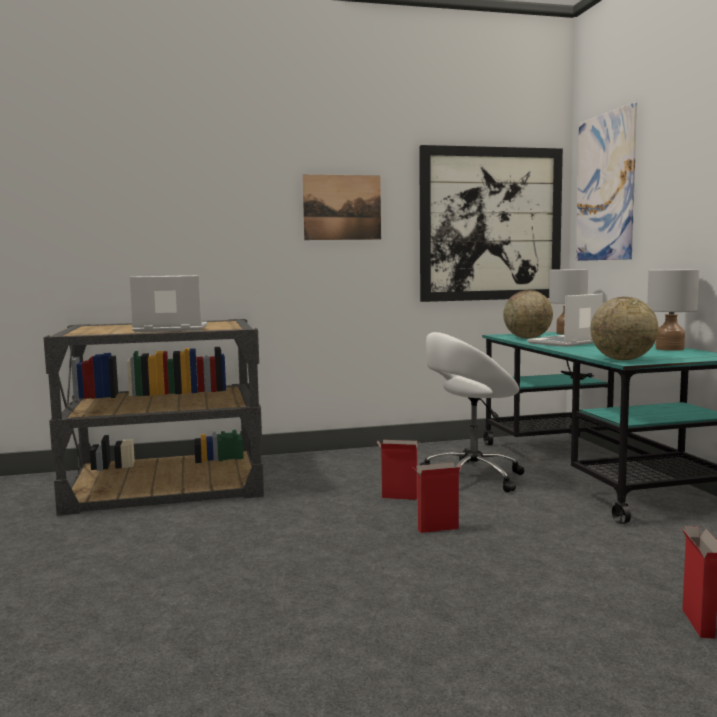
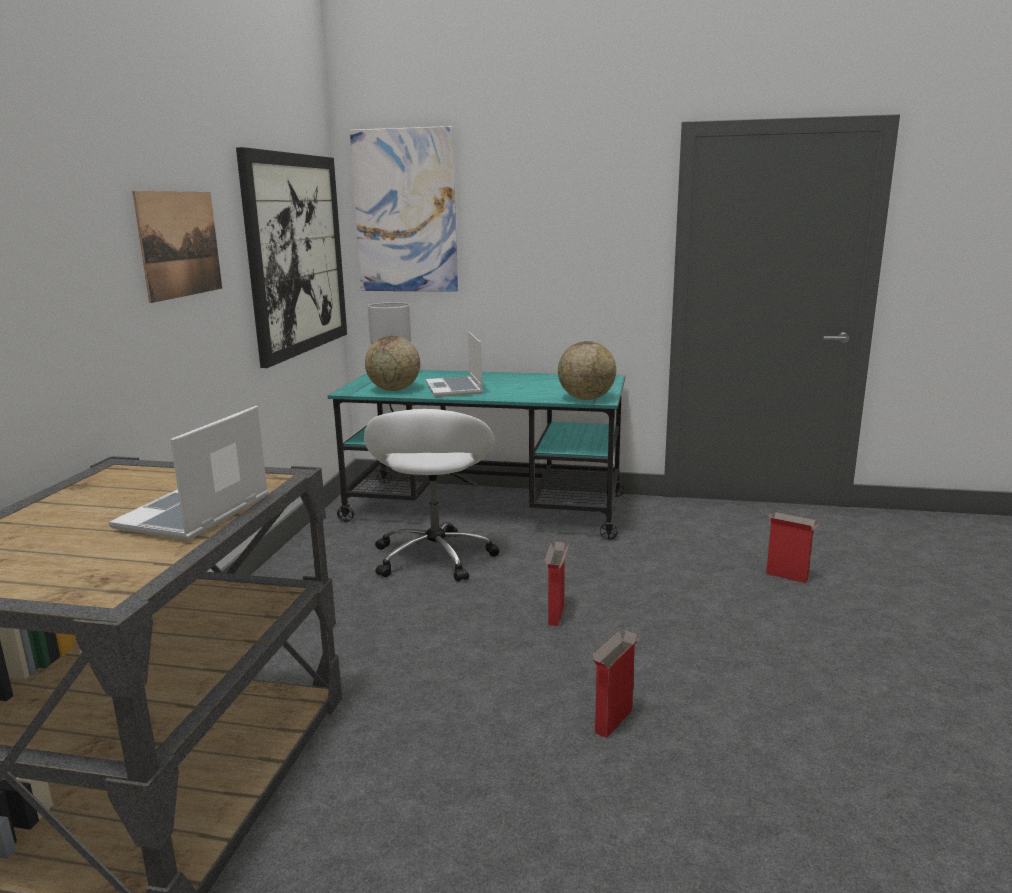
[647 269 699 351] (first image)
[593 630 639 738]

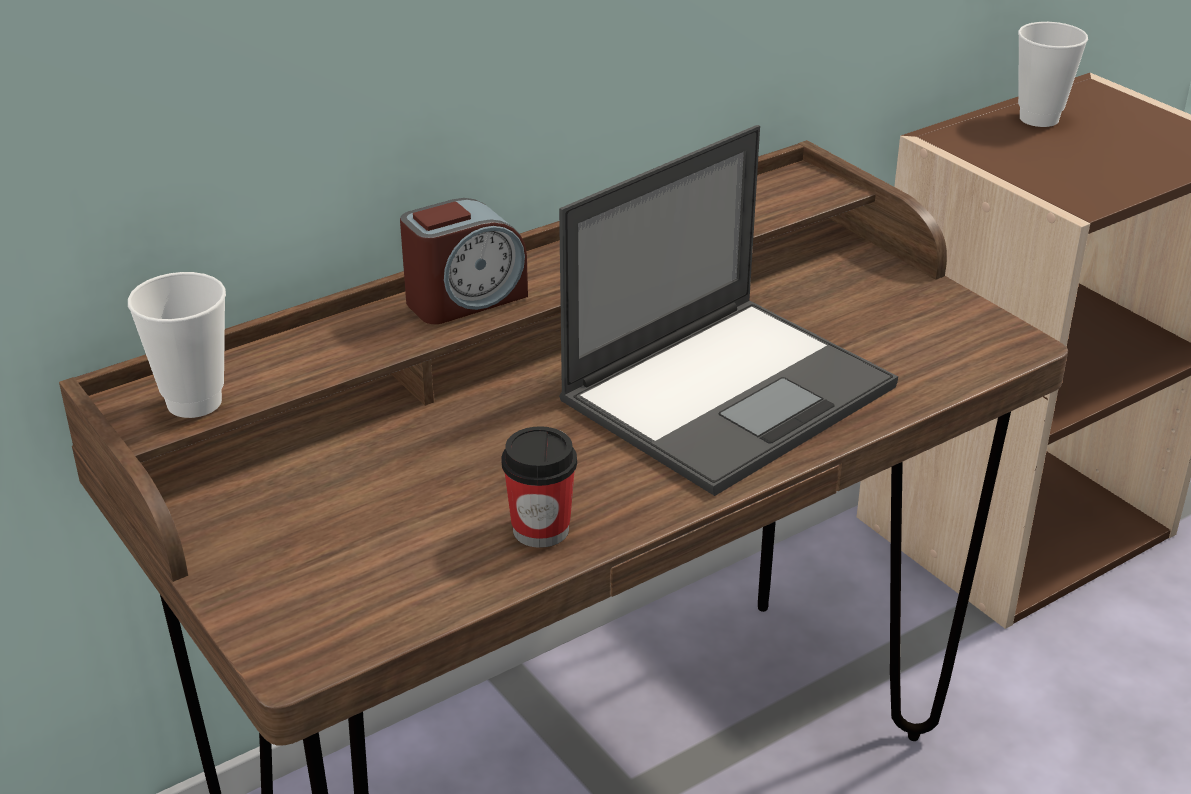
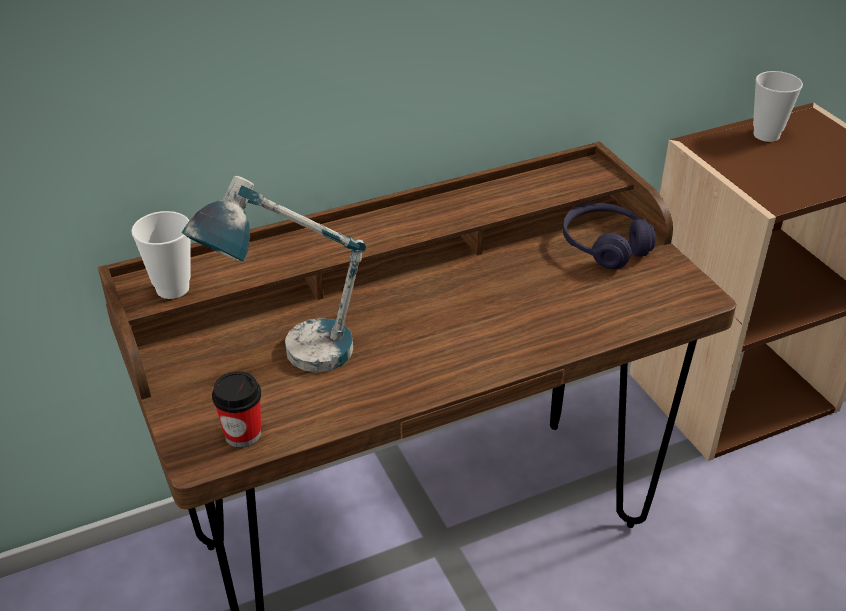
[400 198 528 324] (first image)
[559 125 898 496] (first image)
[182 176 366 373]
[563 203 656 270]
[212 371 261 447]

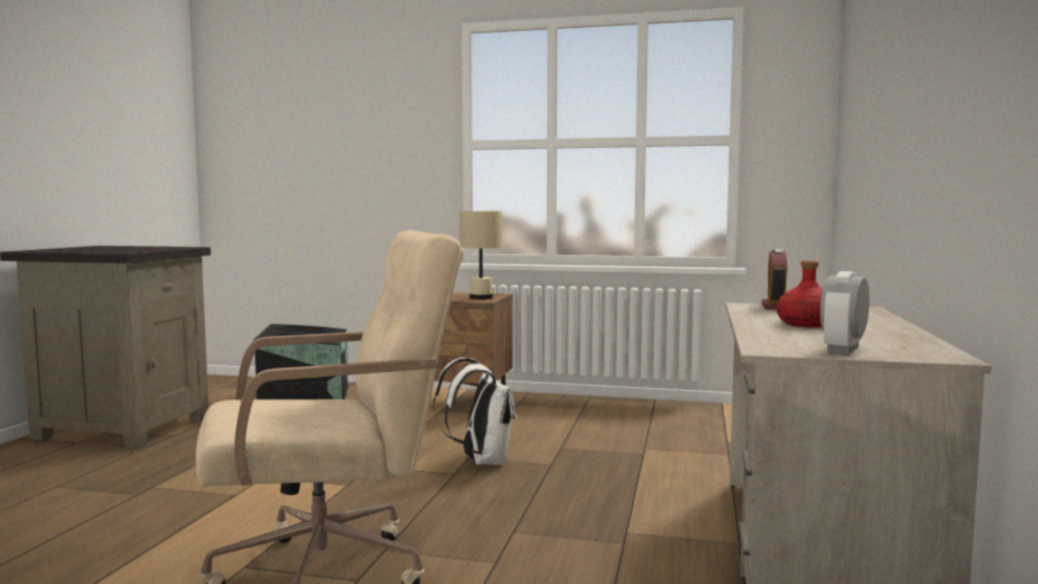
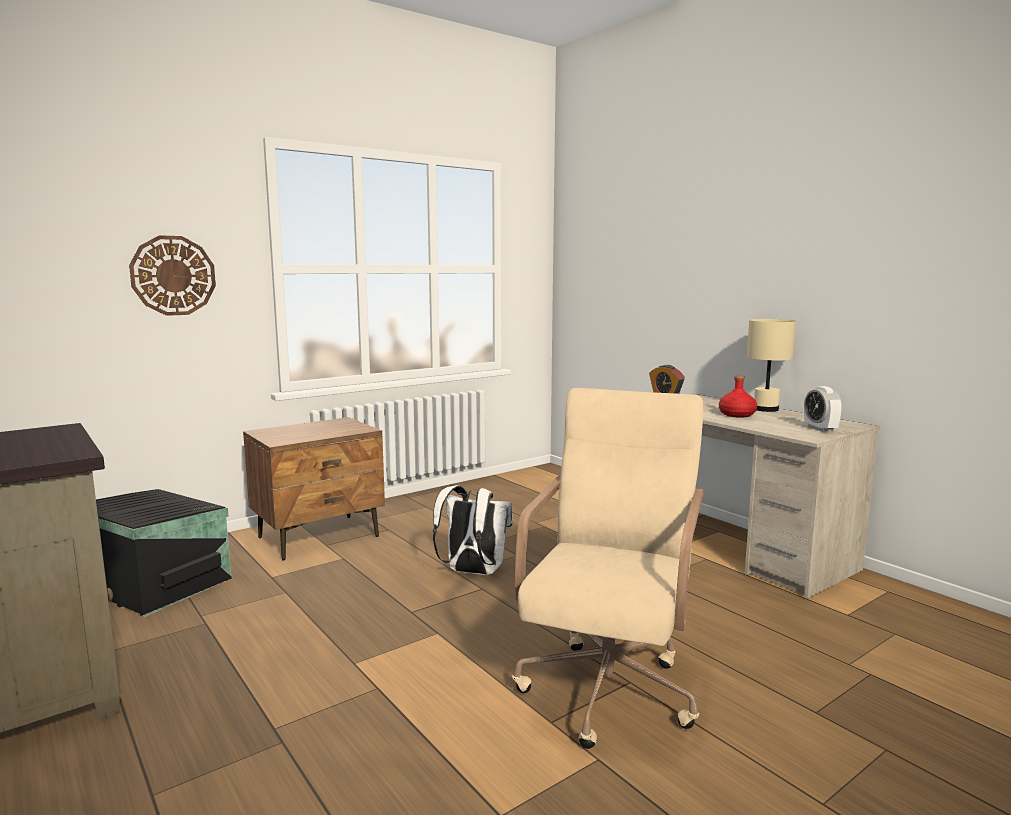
[129 235 216 316]
[747 319 796 412]

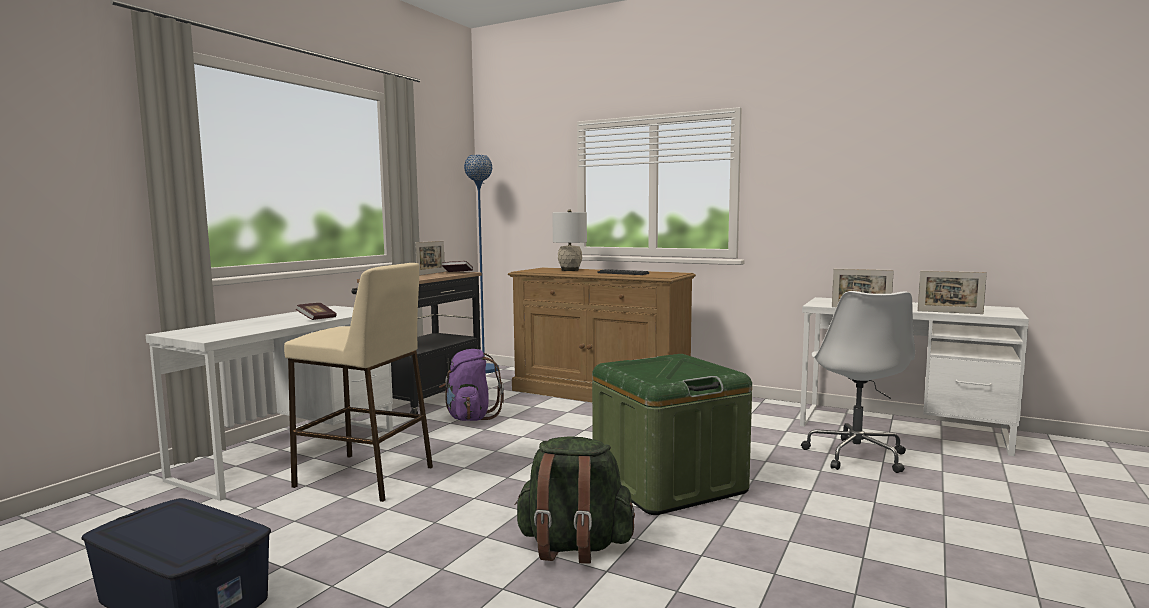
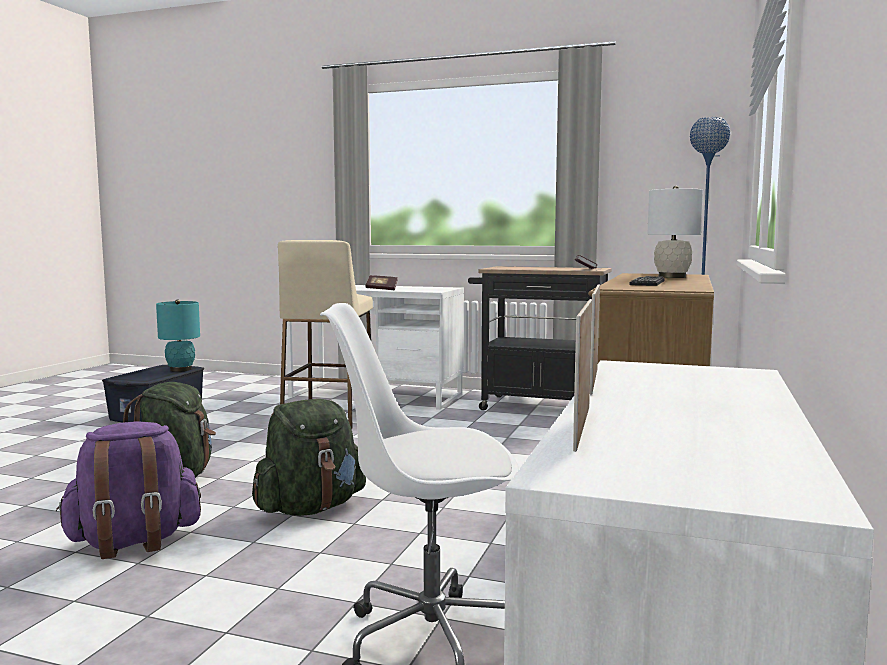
[415 241 445 275] (first image)
[156 300 200 372]
[56 421 201 559]
[252 399 366 516]

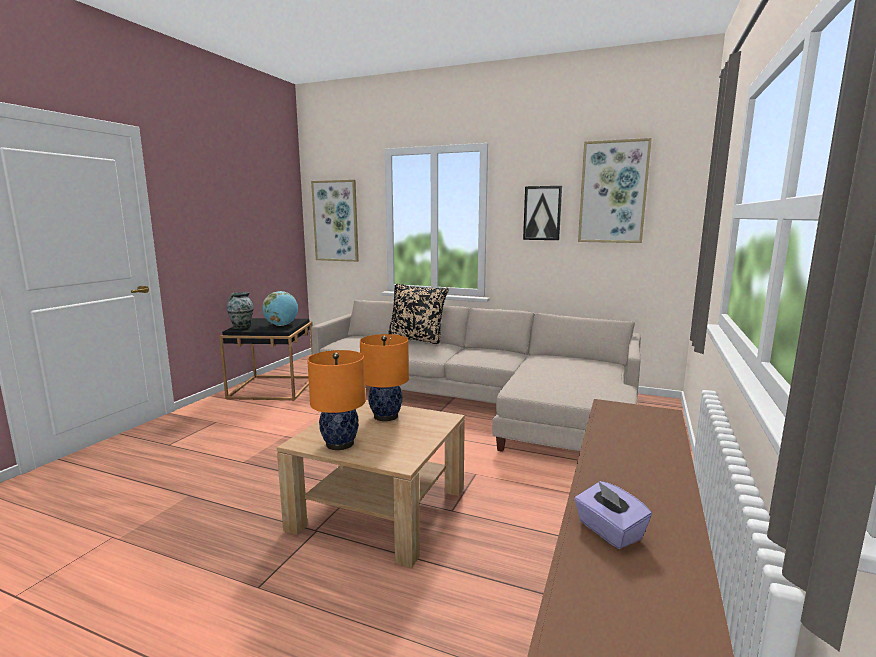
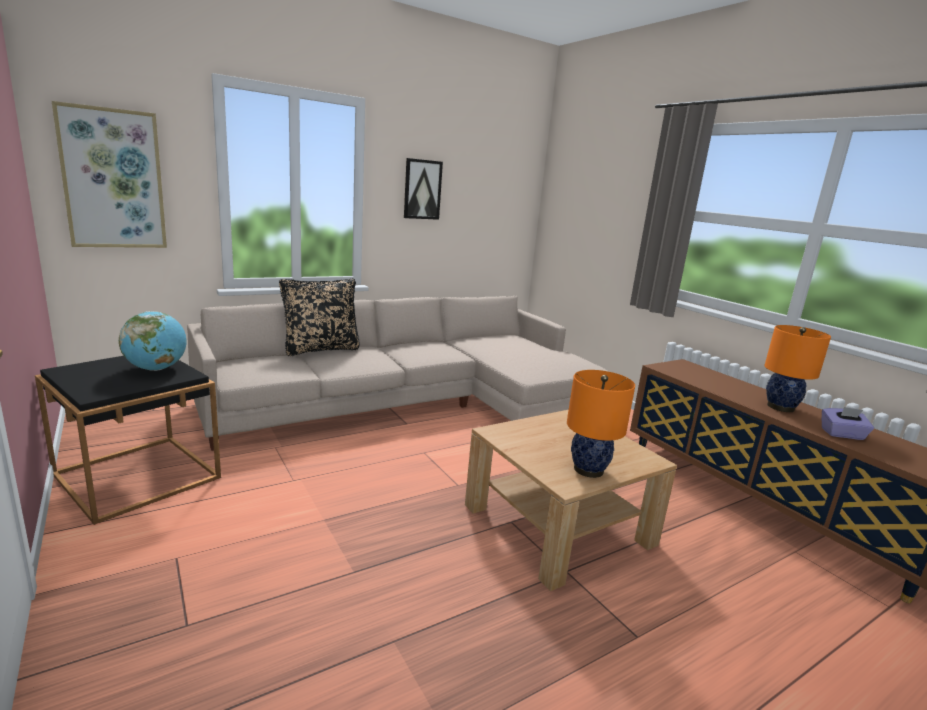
[227 292 254 329] (first image)
[578 138 652 243] (first image)
[765 325 831 412]

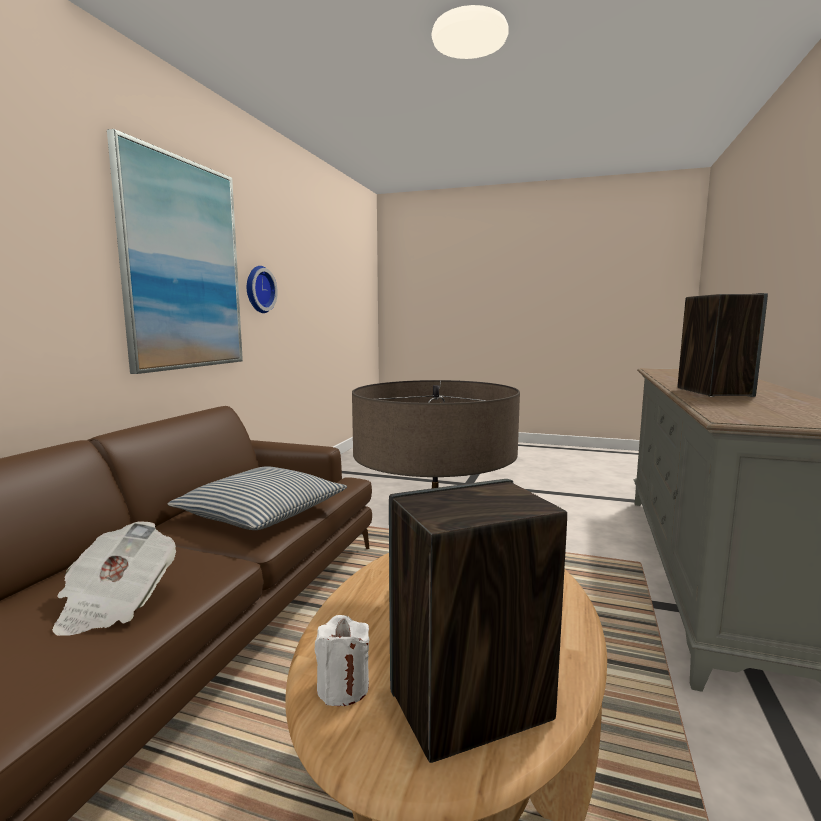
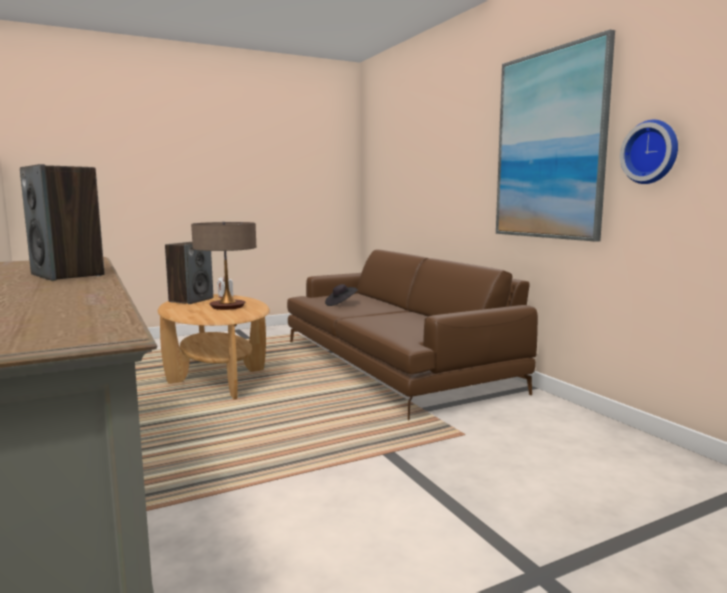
[168 466 347 530] (first image)
[325 284 358 306]

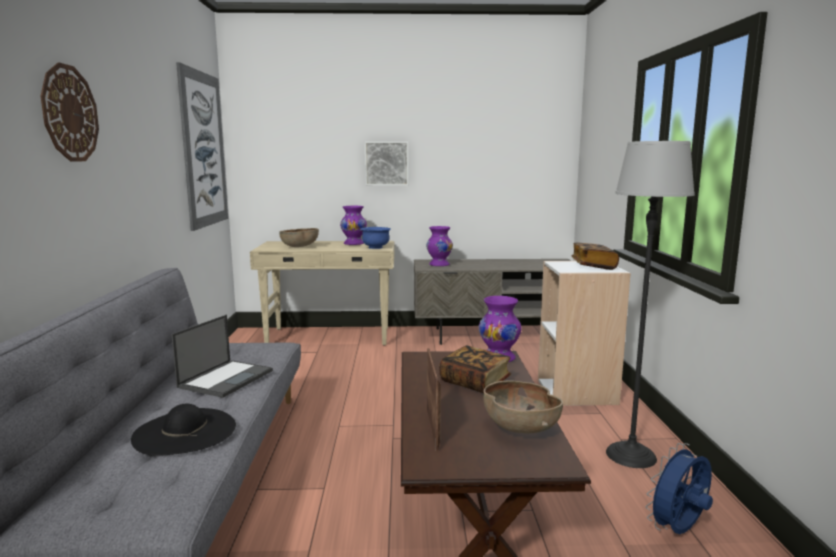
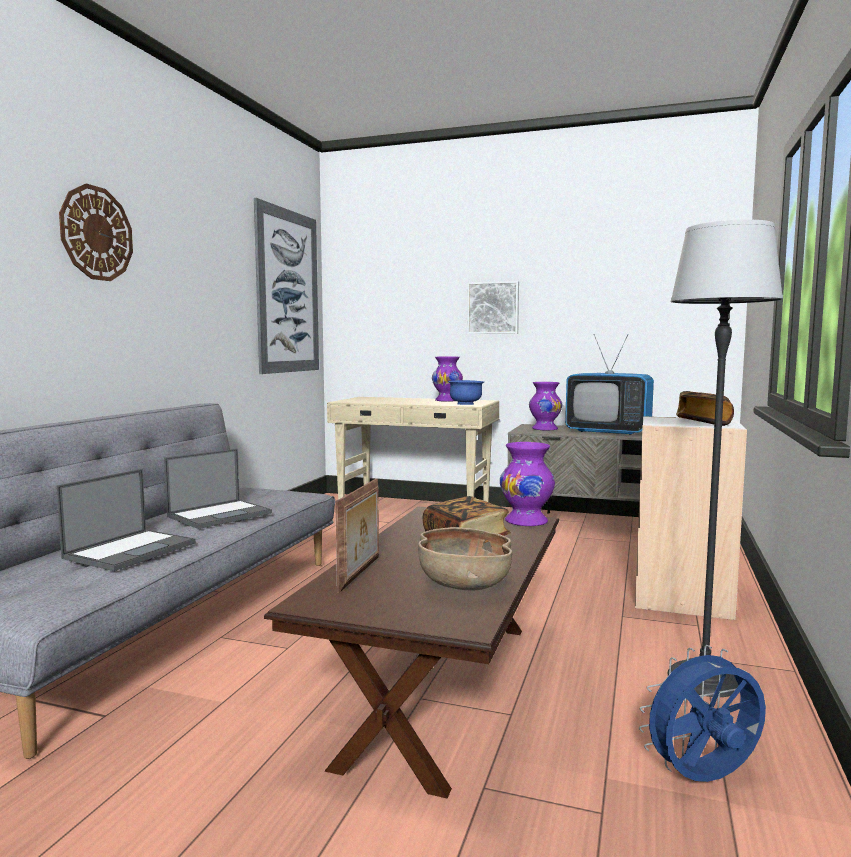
[279 228 319 247] (first image)
[565 334 654 435]
[56 469 196 571]

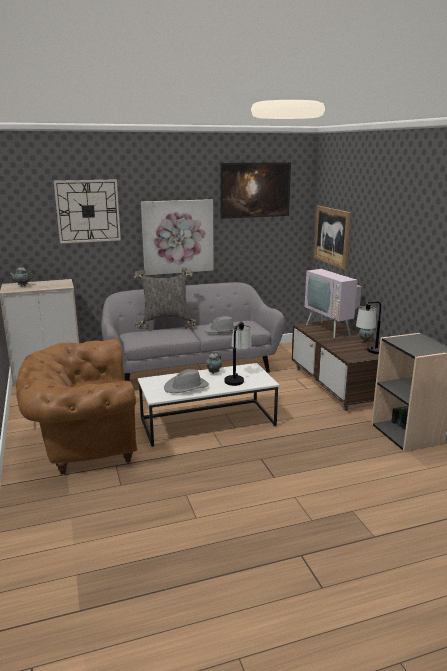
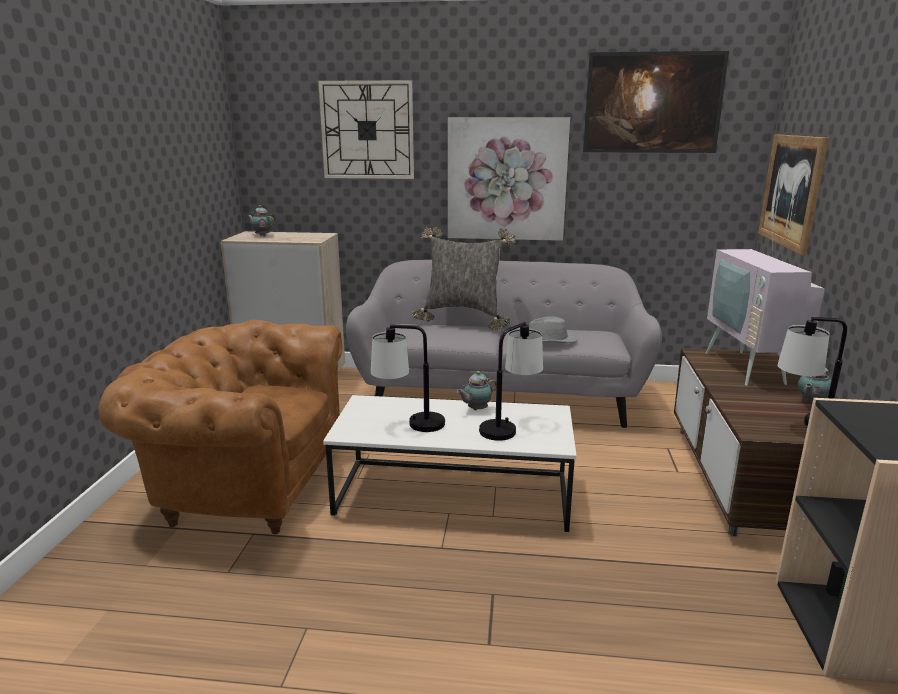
[371 325 445 432]

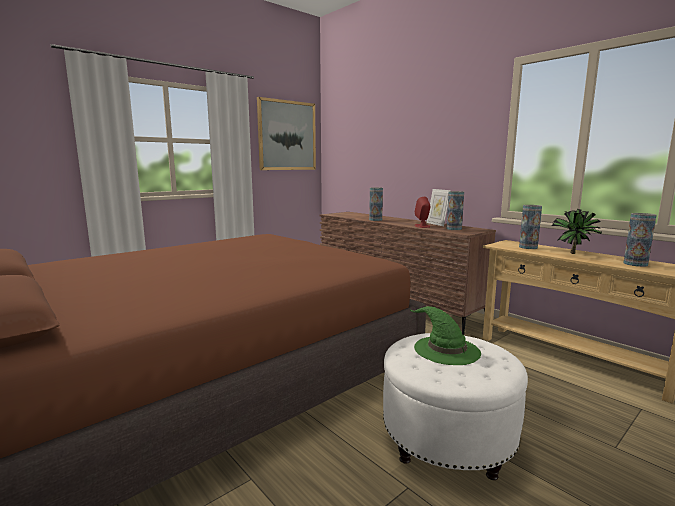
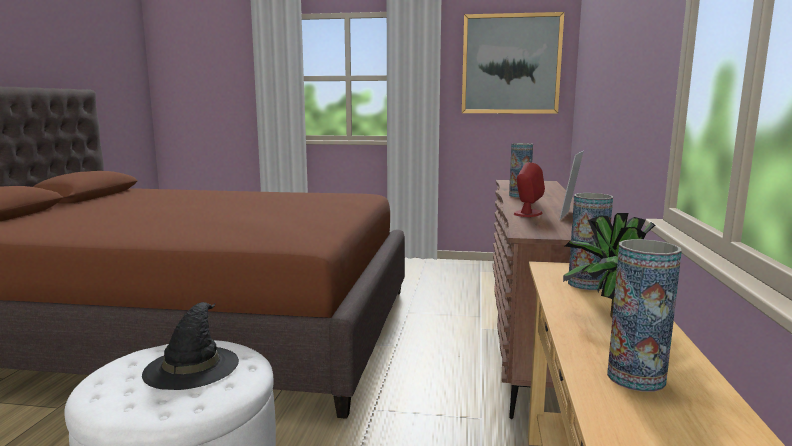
[446 191 464 230] (first image)
[142 302 239 390]

